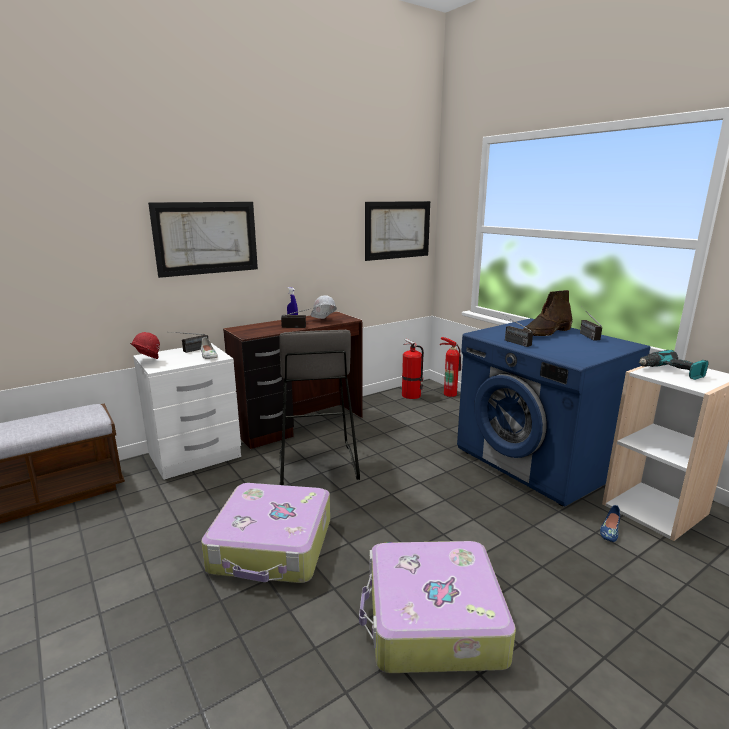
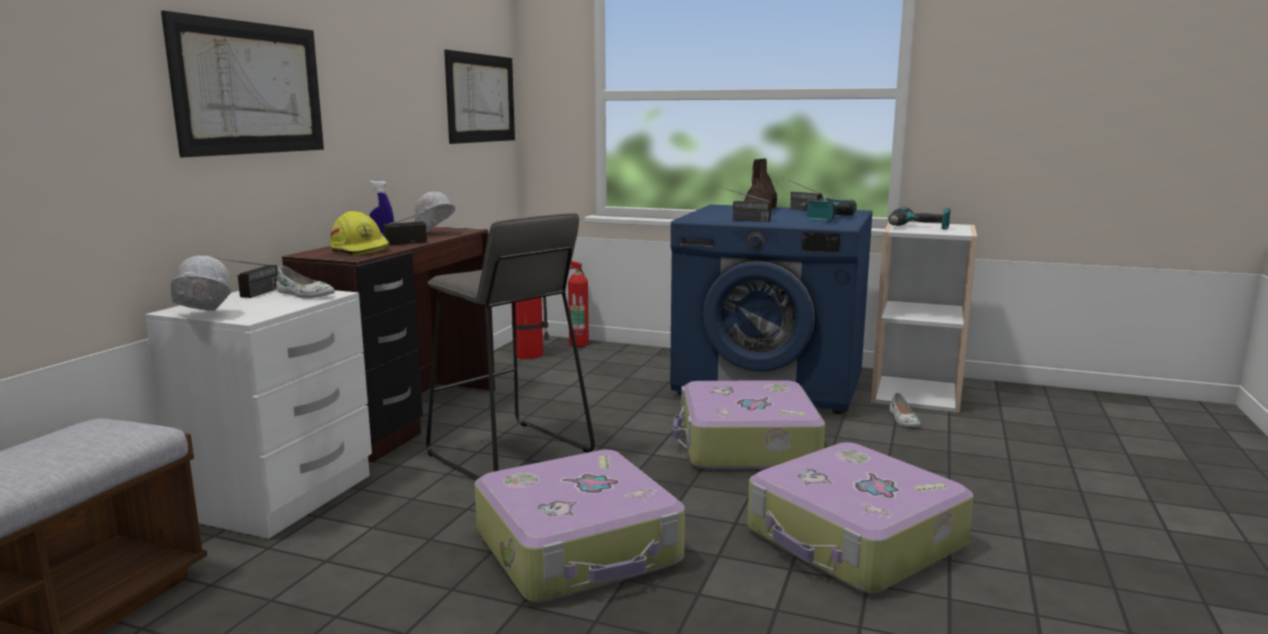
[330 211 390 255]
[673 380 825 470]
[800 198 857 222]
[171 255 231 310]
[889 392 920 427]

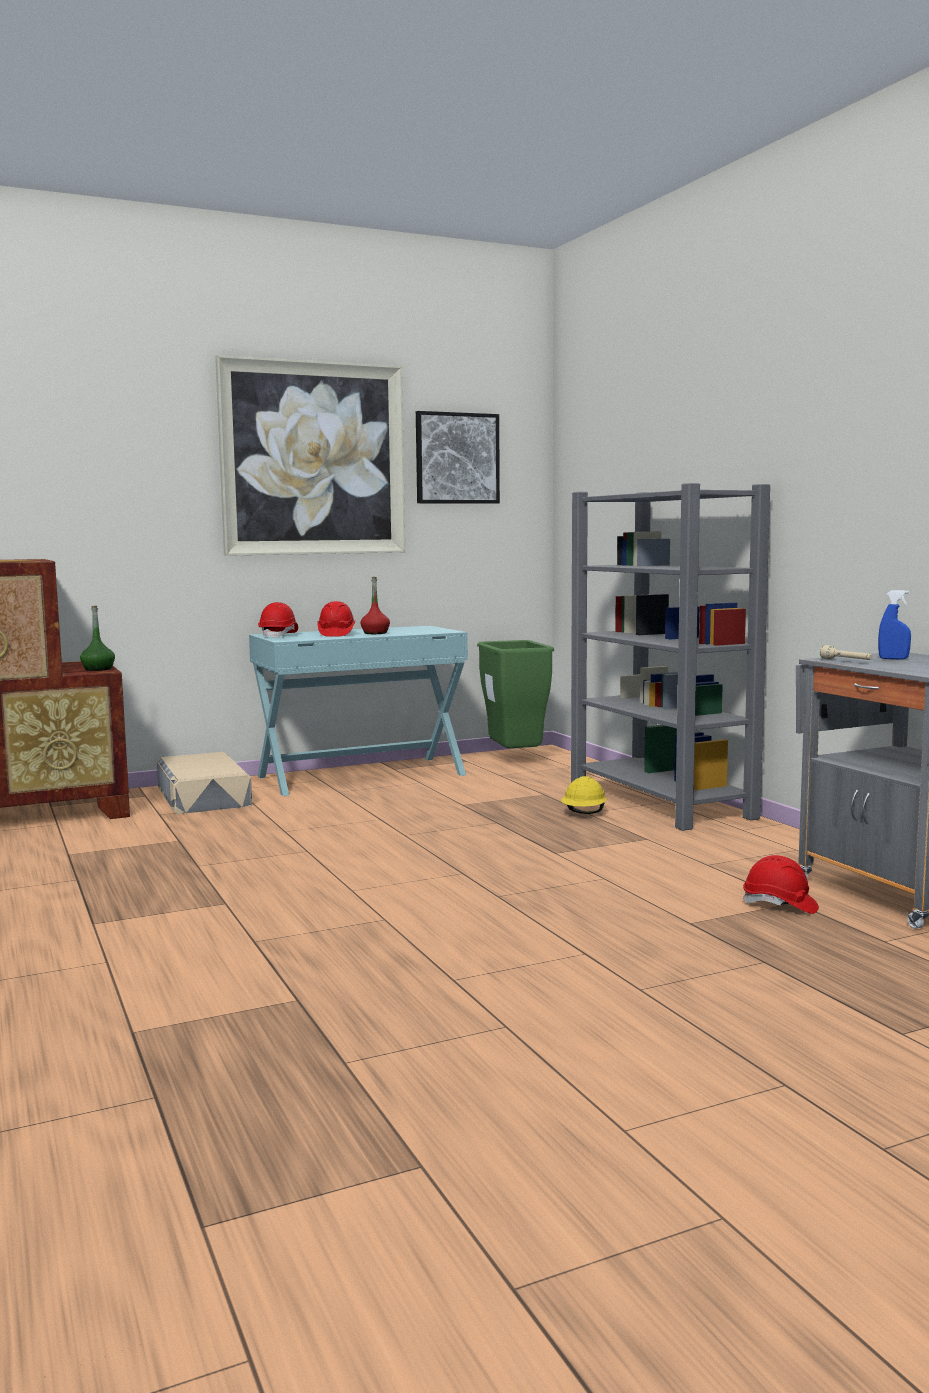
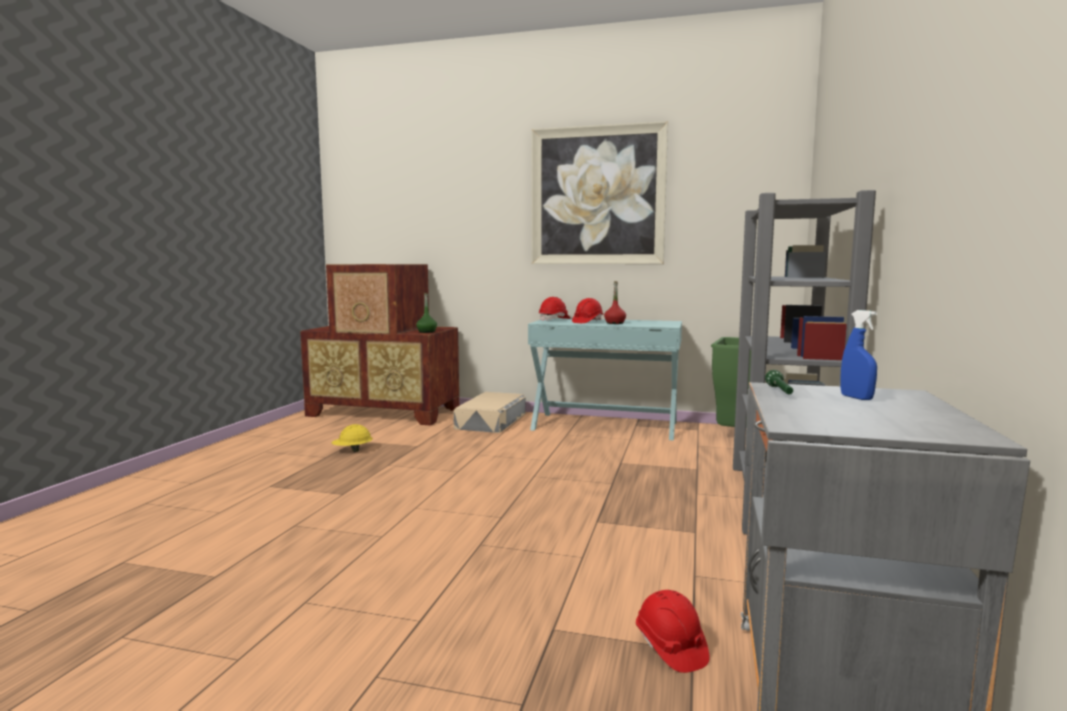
[416 411 500 504] (first image)
[332 424 373 452]
[765 370 793 394]

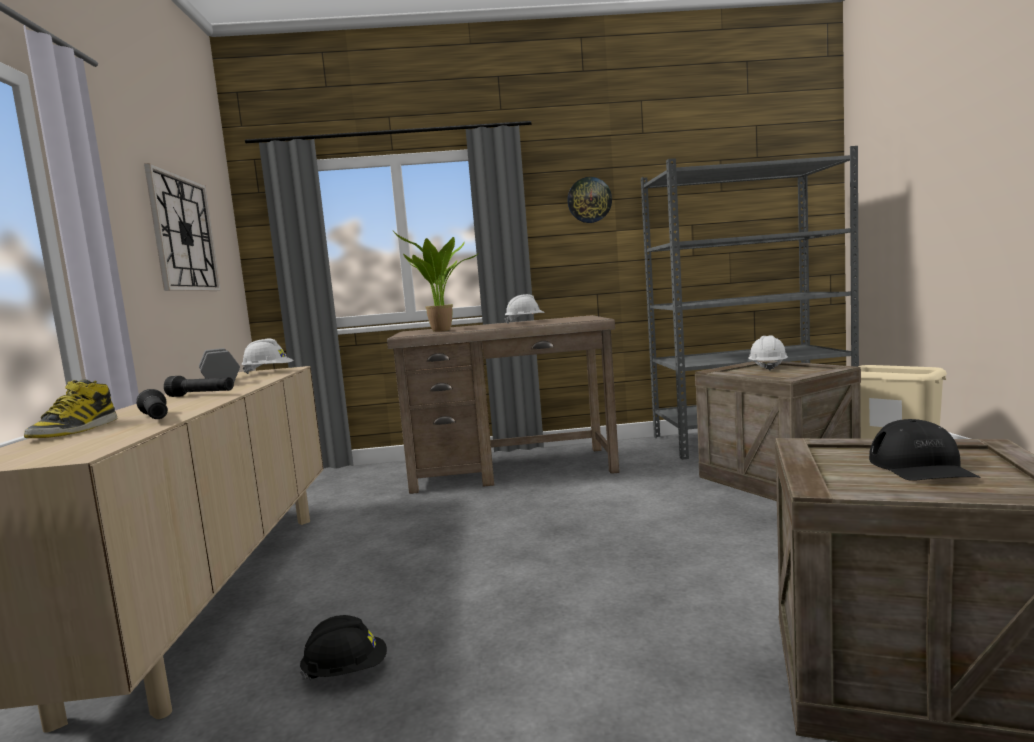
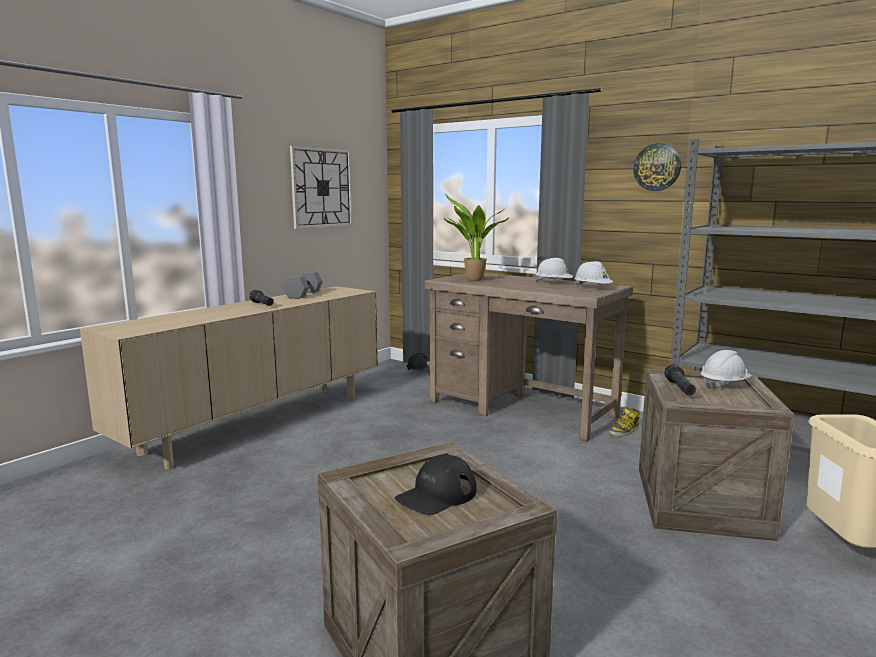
[609 407 640 437]
[664 364 696 395]
[574 261 613 286]
[406 353 430 371]

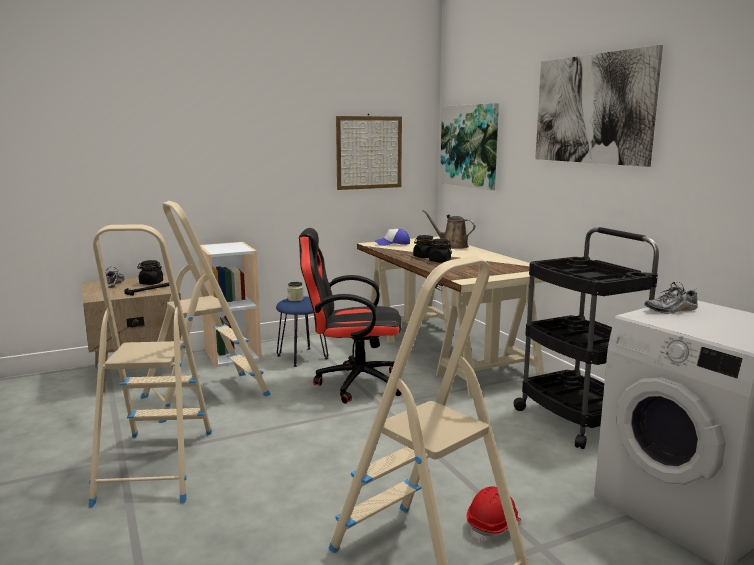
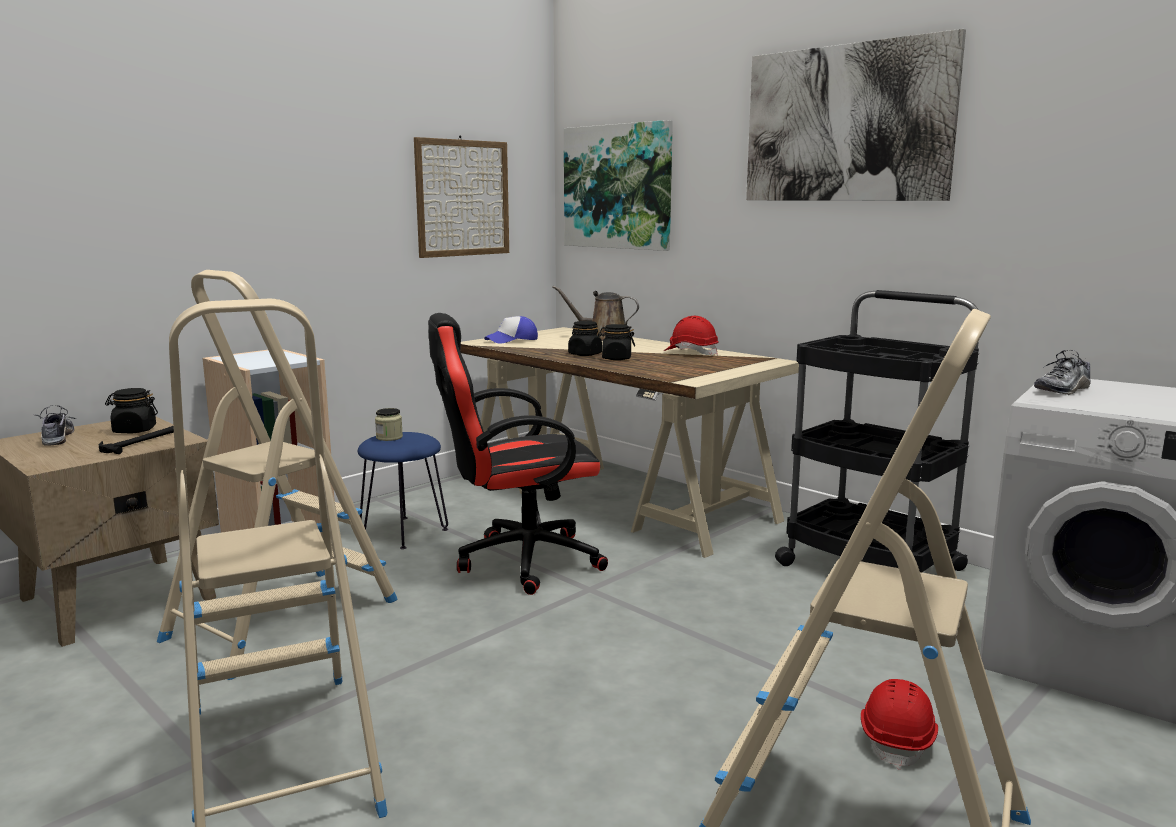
[664 316 719 356]

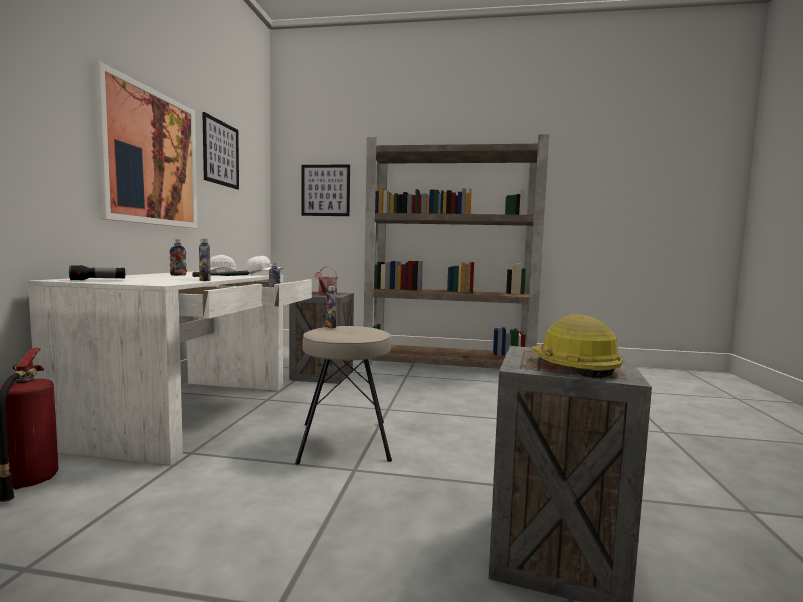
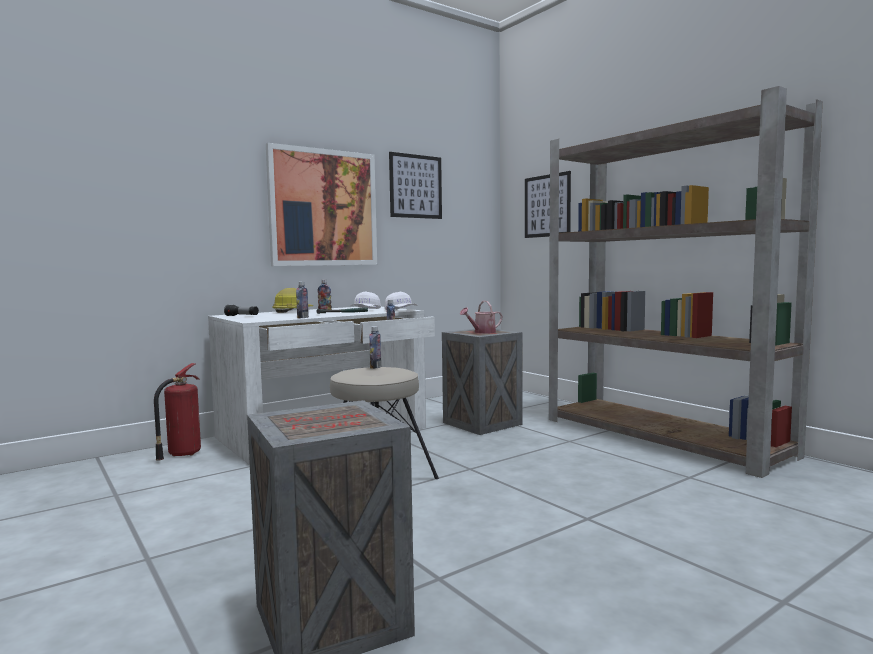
[272 288 314 313]

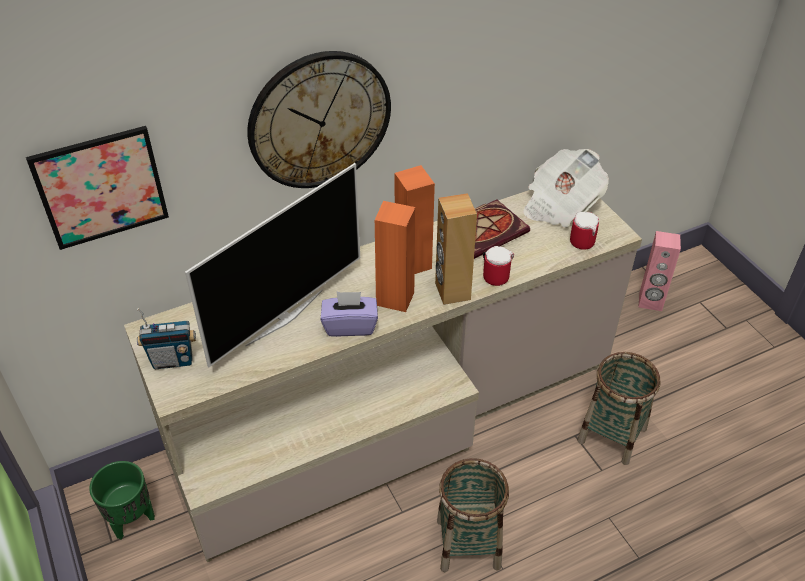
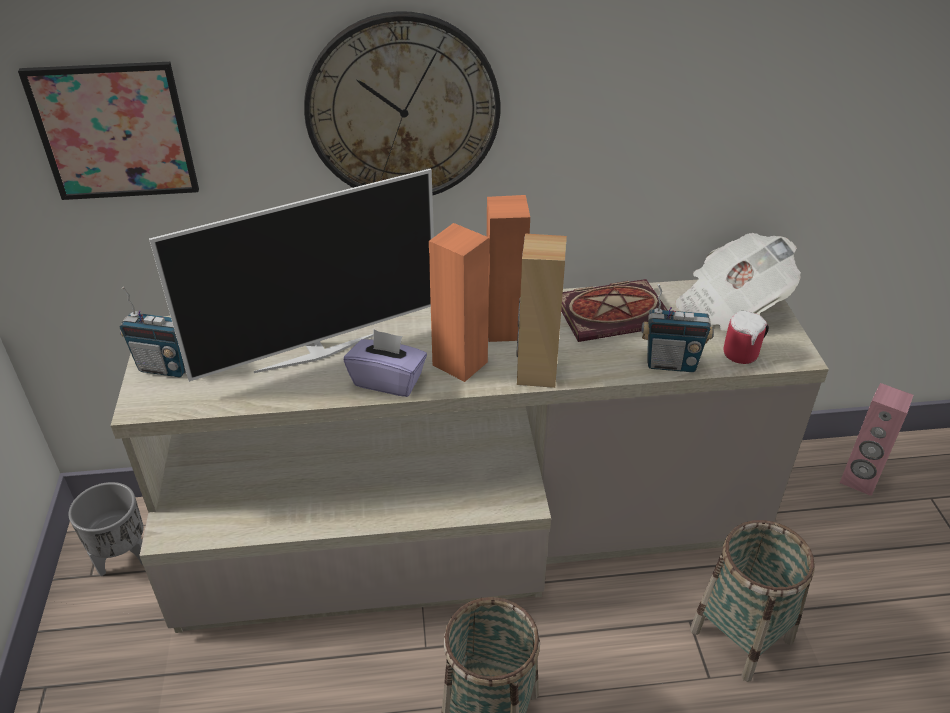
[483 246 514 286] (first image)
[641 284 714 372]
[68 482 143 576]

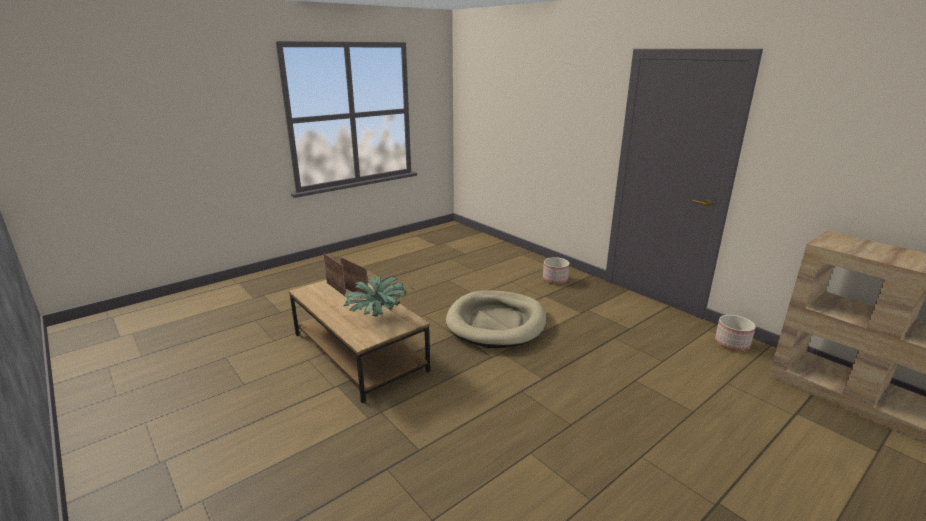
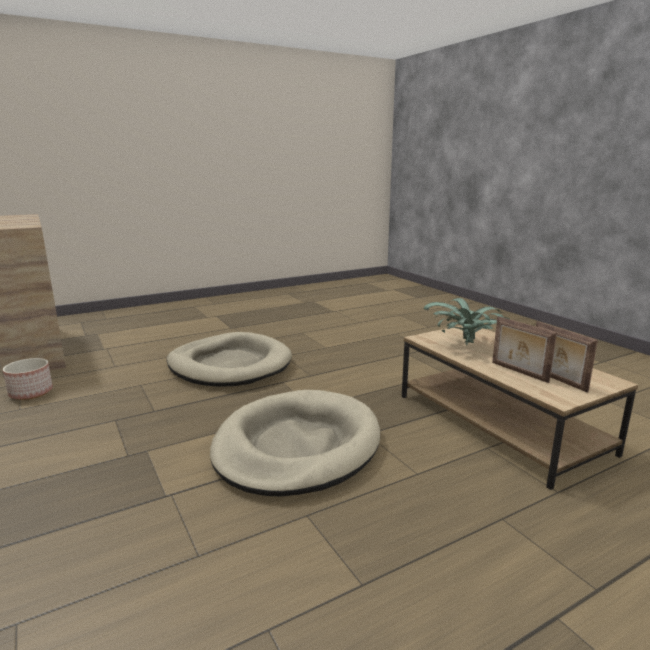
[543 257 570 284] (first image)
[167 332 292 387]

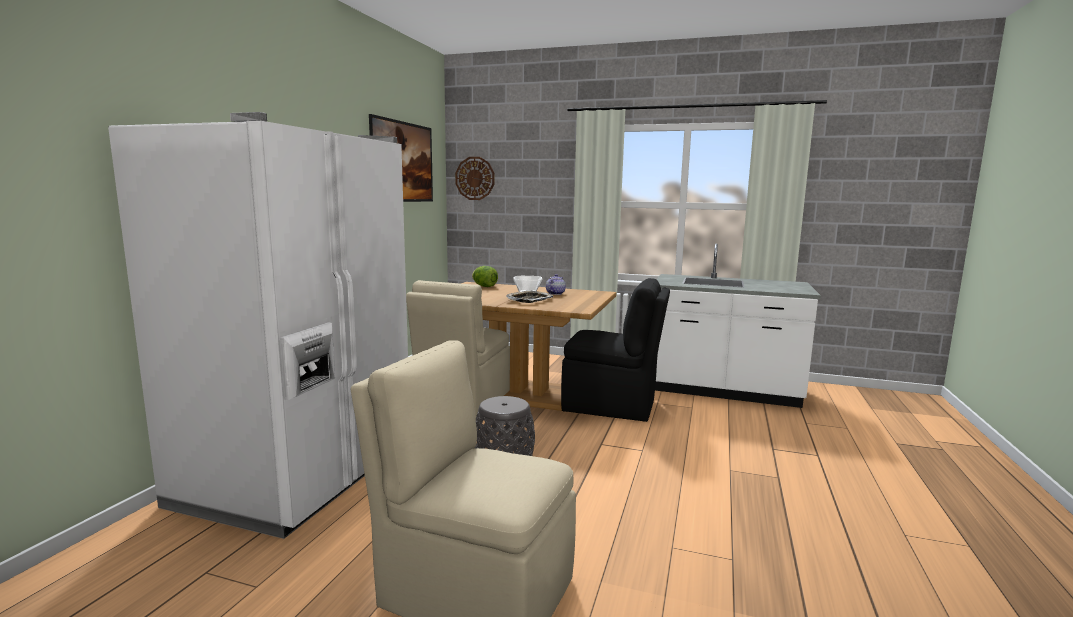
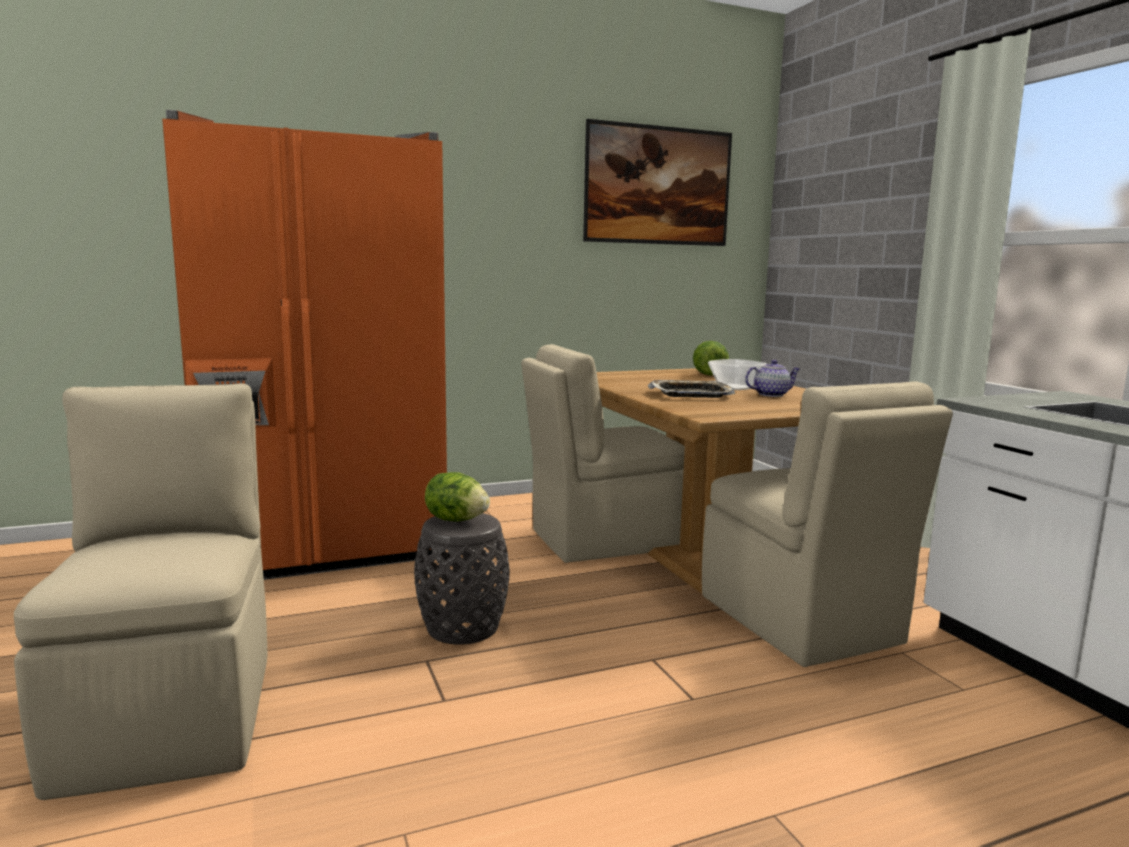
[455 157 494 200] (first image)
[425 472 490 521]
[162 110 447 580]
[702 381 953 667]

